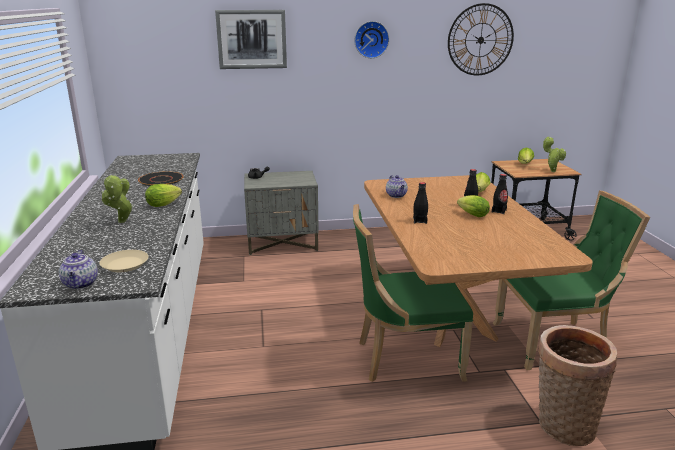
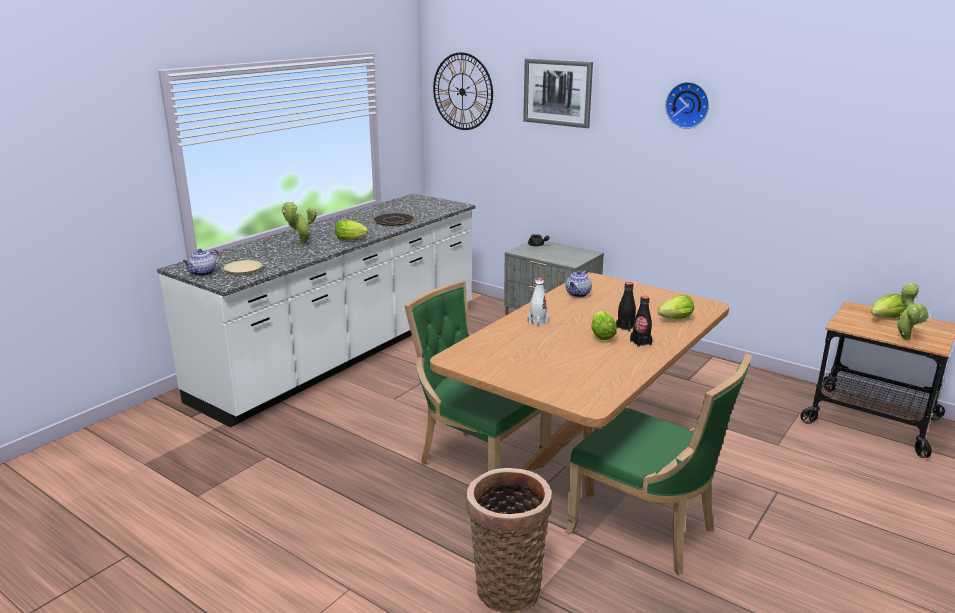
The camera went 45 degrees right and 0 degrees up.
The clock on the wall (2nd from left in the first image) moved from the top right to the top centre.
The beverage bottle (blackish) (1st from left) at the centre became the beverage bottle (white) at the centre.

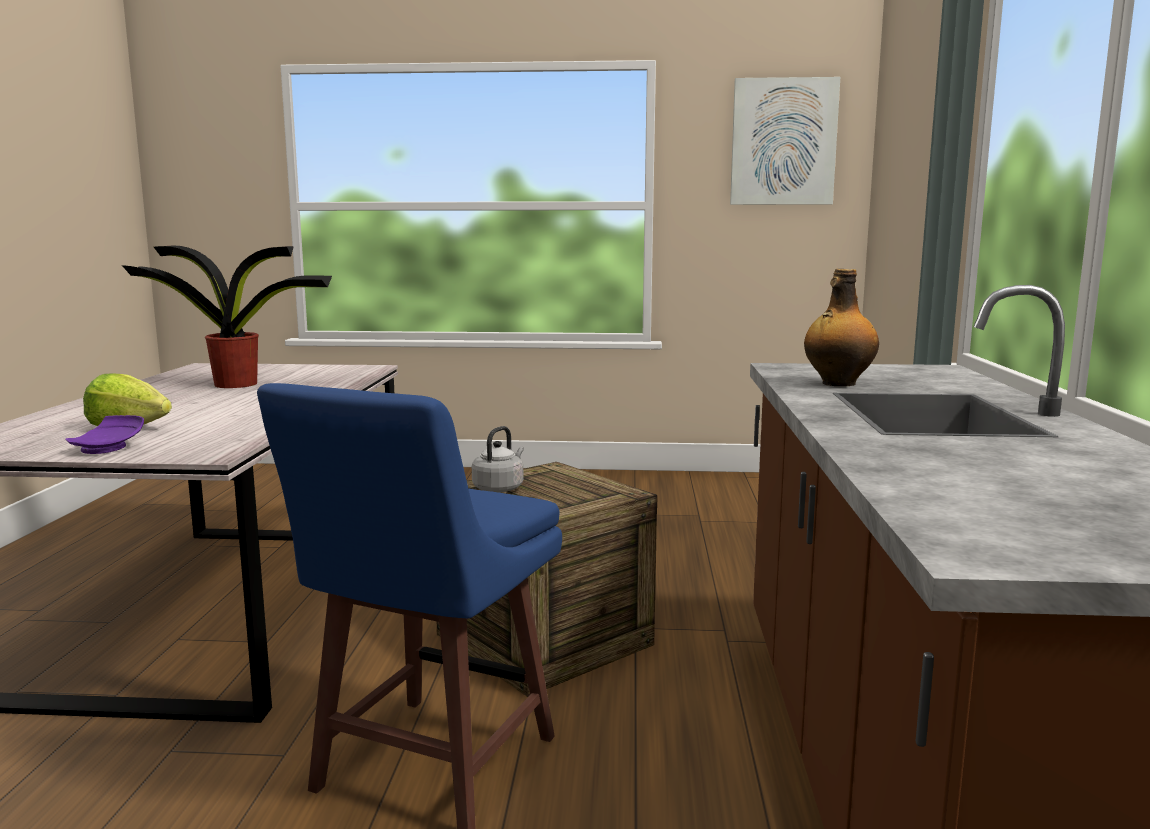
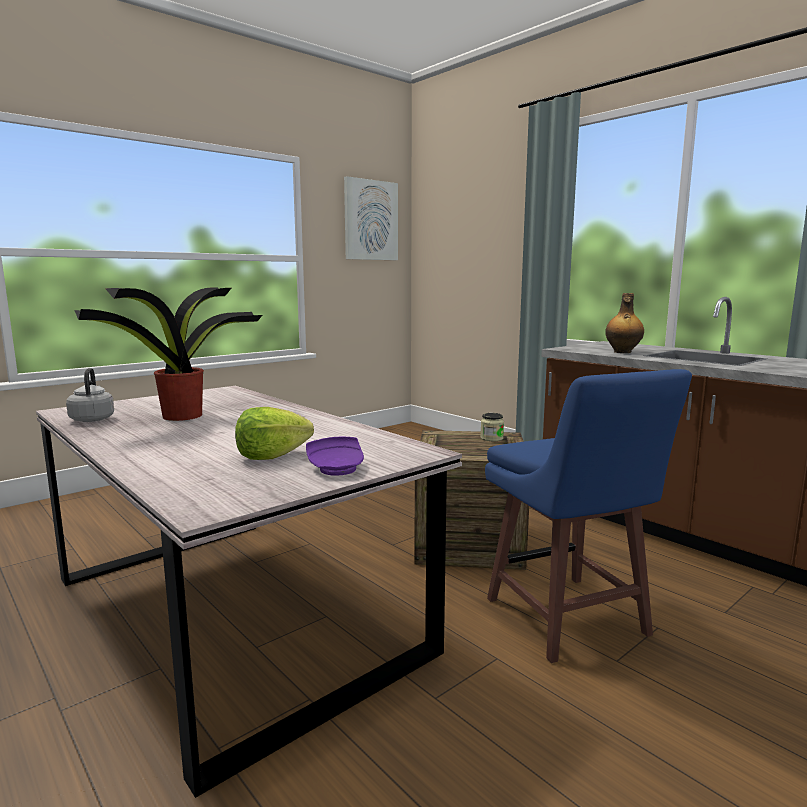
The camera went 45 degrees left and 0 degrees up.
The kettle (grey) moved from the centre to the middle left.
The storage jar at the centre appeared.

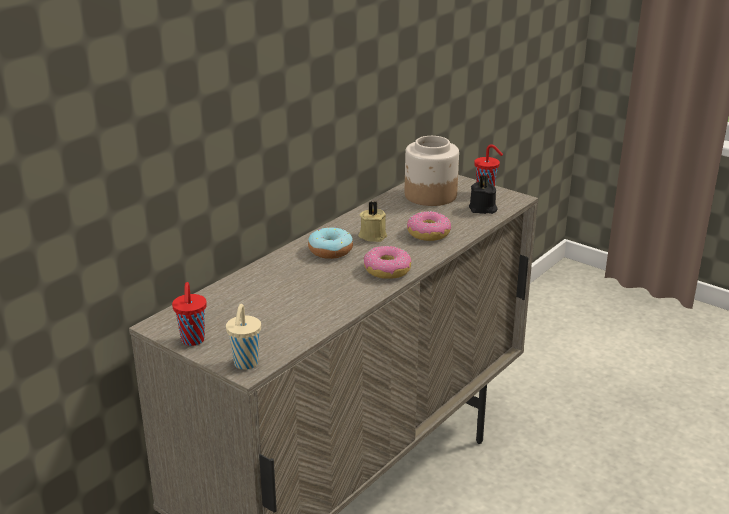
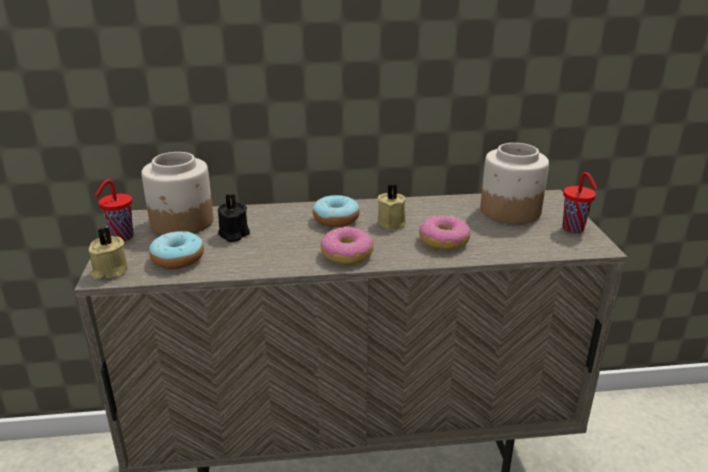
The camera went 45 degrees right and 0 degrees up.
The drinking cup (sand-coloured) at the centre was replaced by the wax candle (sand-coloured) (1st from left) at the middle left.
The storage jar (1st from left) at the middle left appeared.
The doughnut (1st from left) at the middle left appeared.
The wax candle (blackish) moved from the centre to the middle left.

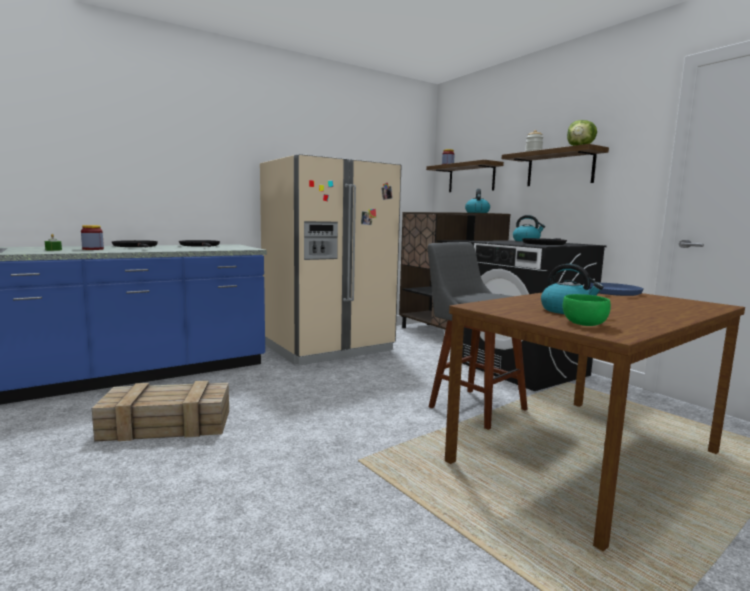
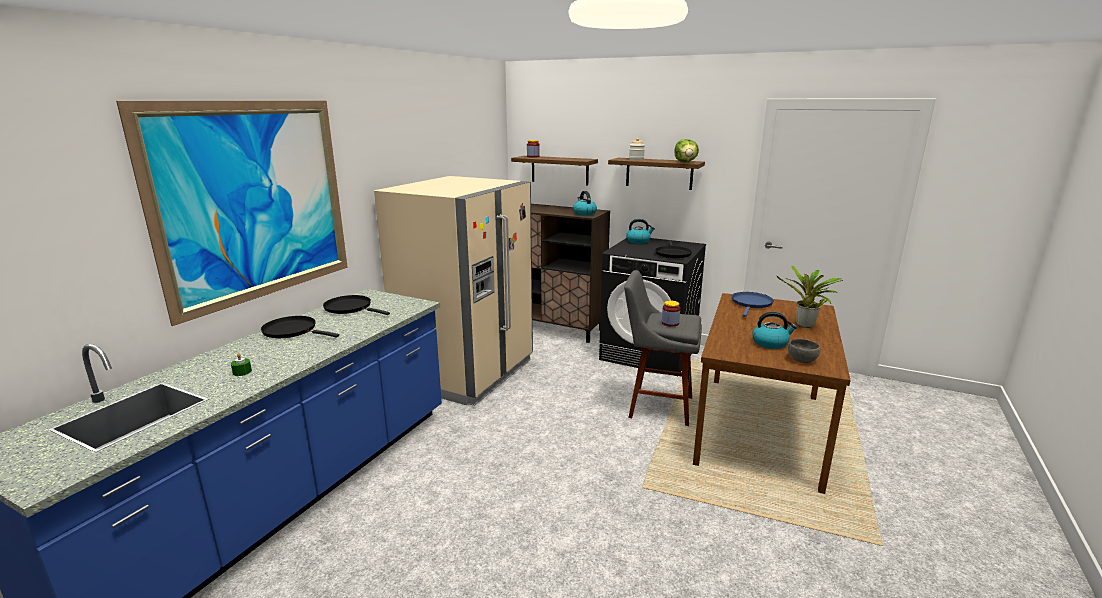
The camera went 30 degrees left and 10 degrees up.
The wall picture at the middle left appeared.
The storage jar (1st from left in the first image) moved from the middle left to the centre.
The potted plant at the middle right appeared.
The deep dish (green) at the middle right became the deep dish (grey) at the middle right.
The shipping crate at the bottom left disappeared.

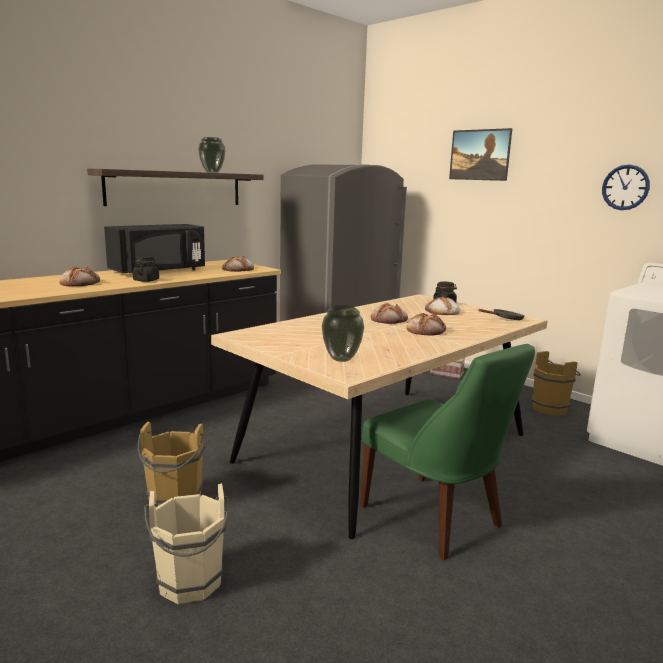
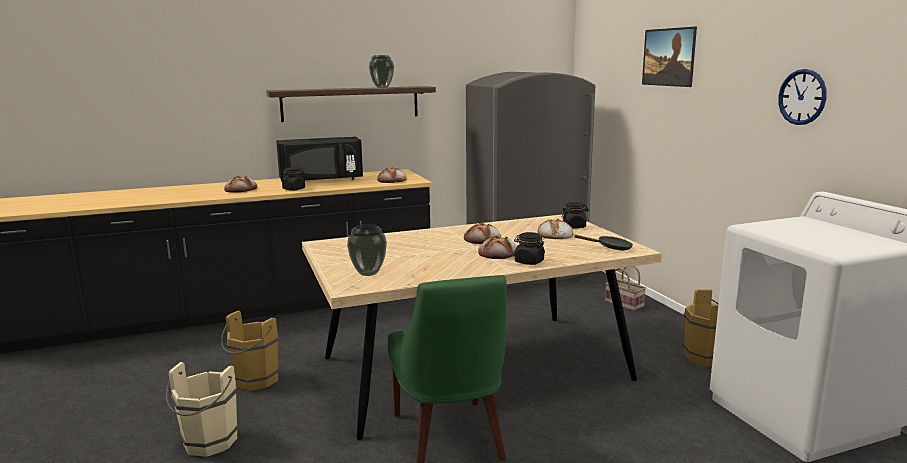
The camera went 25 degrees right and 0 degrees up.
The storage jar (blackish) (2nd from left) at the centre appeared.

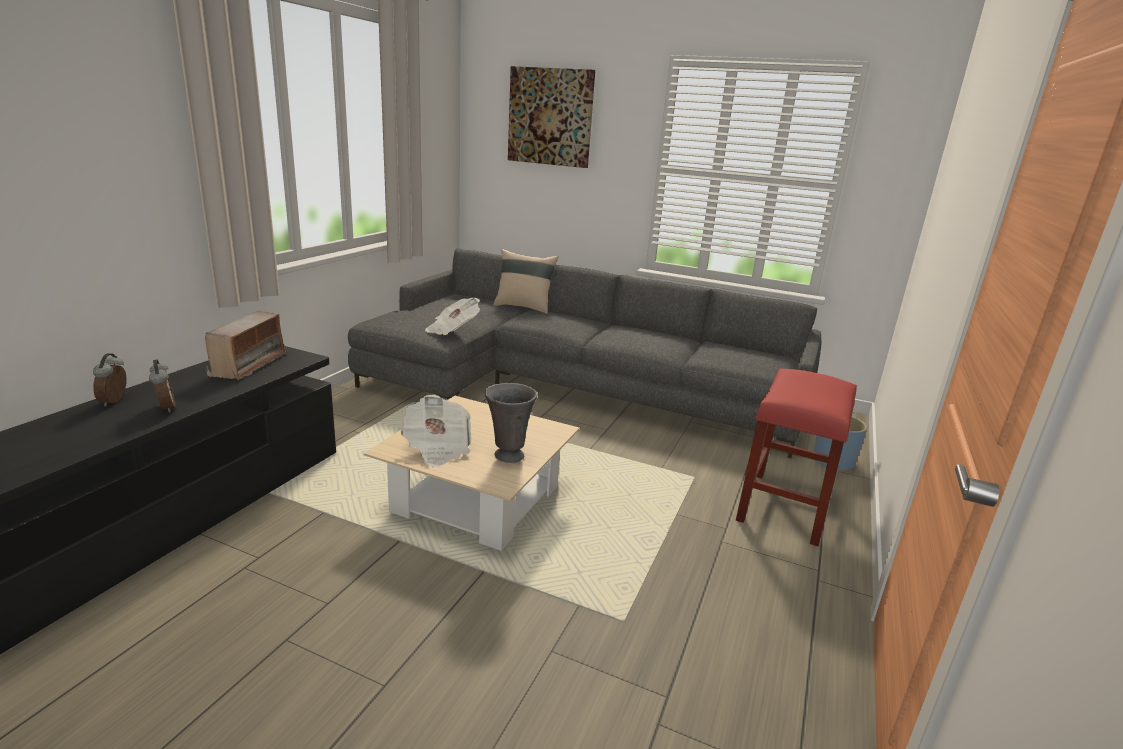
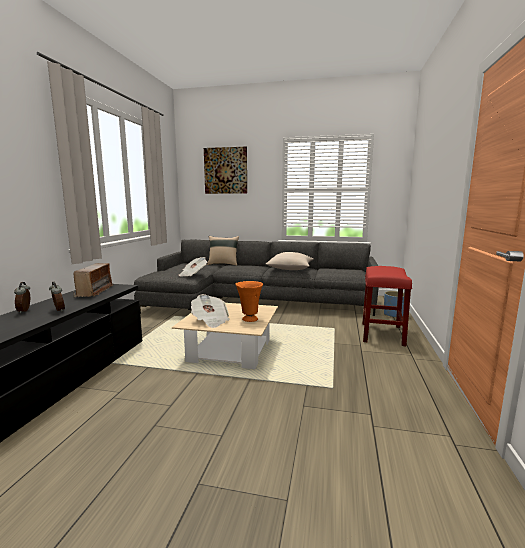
The camera went 10 degrees left and 10 degrees down.
The decorative vase (grey) at the centre became the decorative vase (orange-coloured) at the centre.
The pillow (sand-coloured) (2nd from left) at the centre appeared.

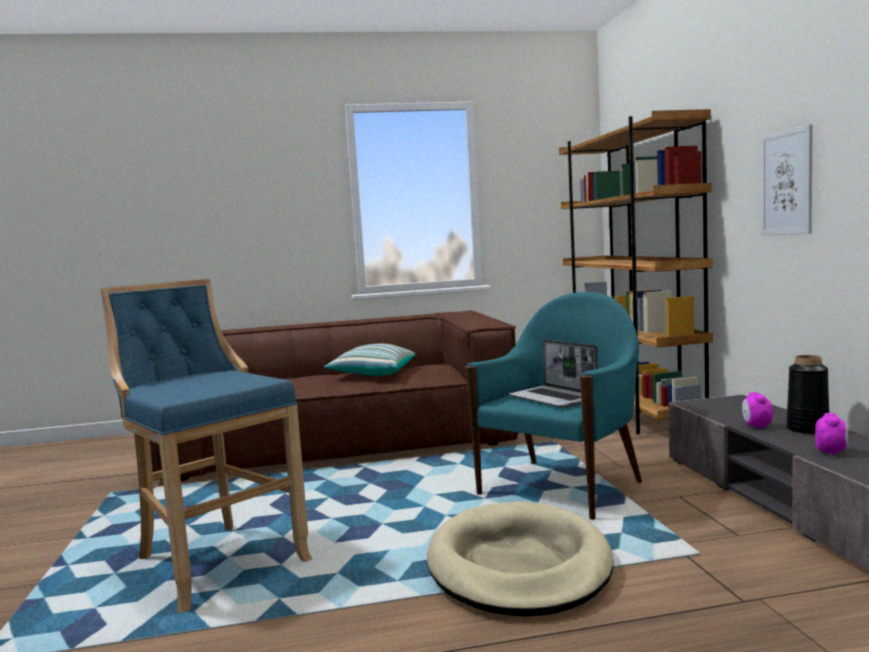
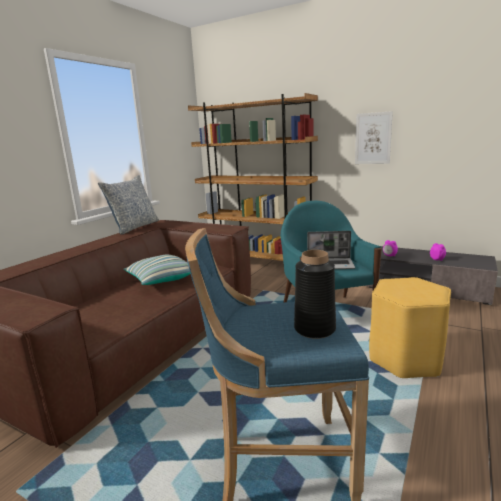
The camera went 50 degrees left and 10 degrees up.
The pillow (1st from left) at the middle left appeared.
The decorative vase (blackish) moved from the middle right to the centre.
The dog cushion (sand-coloured) at the bottom centre was replaced by the stool seat (yellow-coloured) at the middle right.

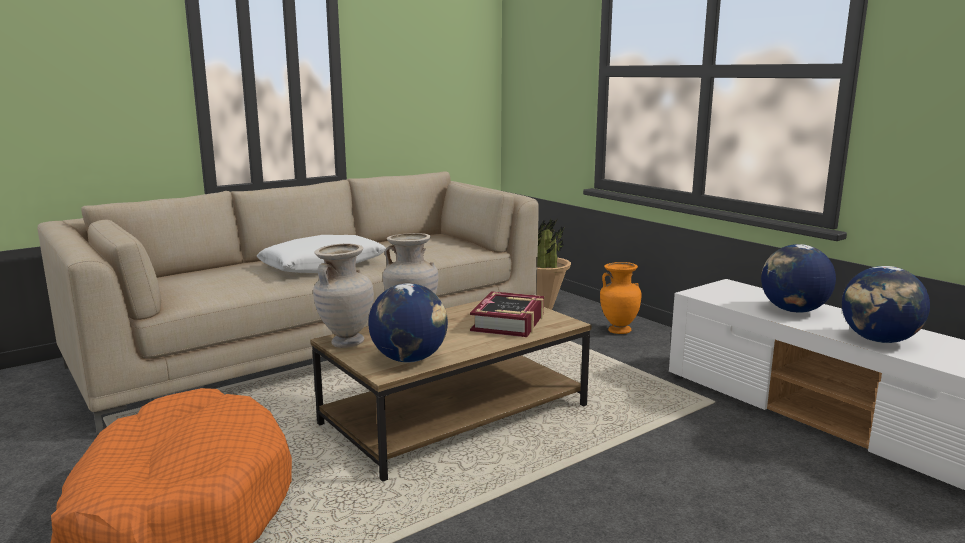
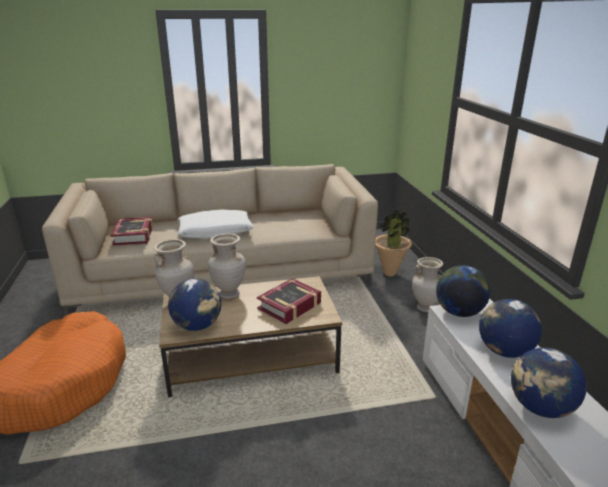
The camera went 25 degrees right and 10 degrees up.
The bound book (1st from left) at the middle left appeared.
The decorative vase (orange-coloured) at the centre became the decorative vase (sand-coloured) (3rd from left) at the middle right.
The desk globe (2nd from left) at the middle right appeared.

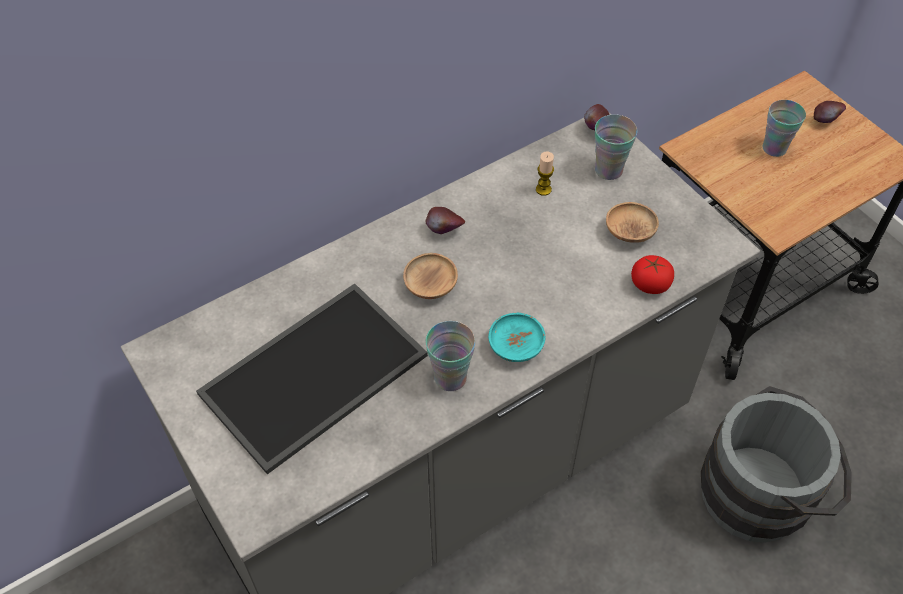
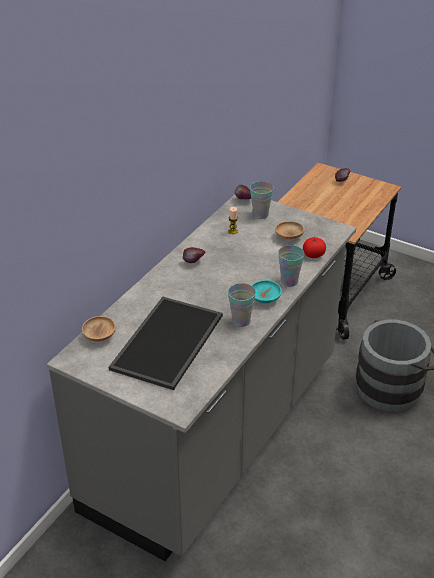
The camera went 25 degrees left and 15 degrees down.
The deep dish (brownish) (1st from left) moved from the centre to the middle left.
The drinking cup (3rd from left) moved from the top right to the middle right.

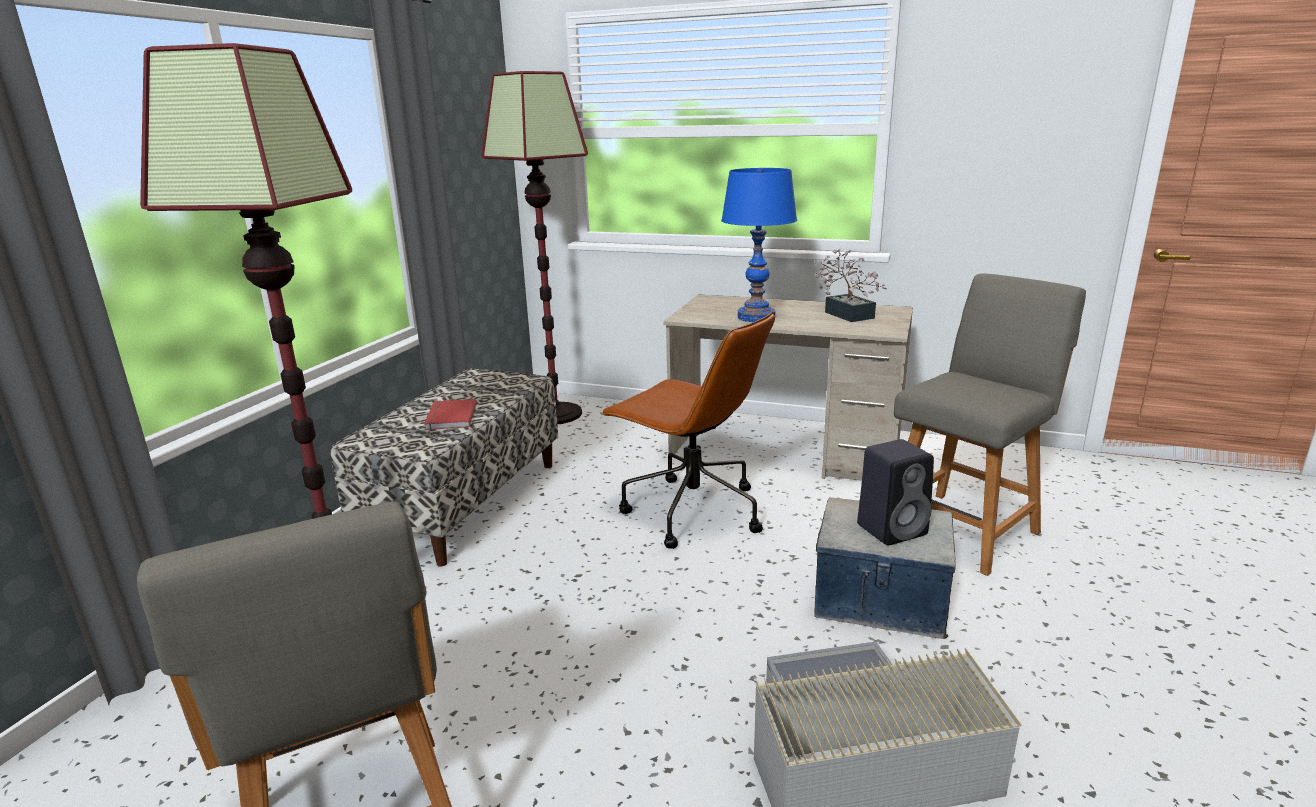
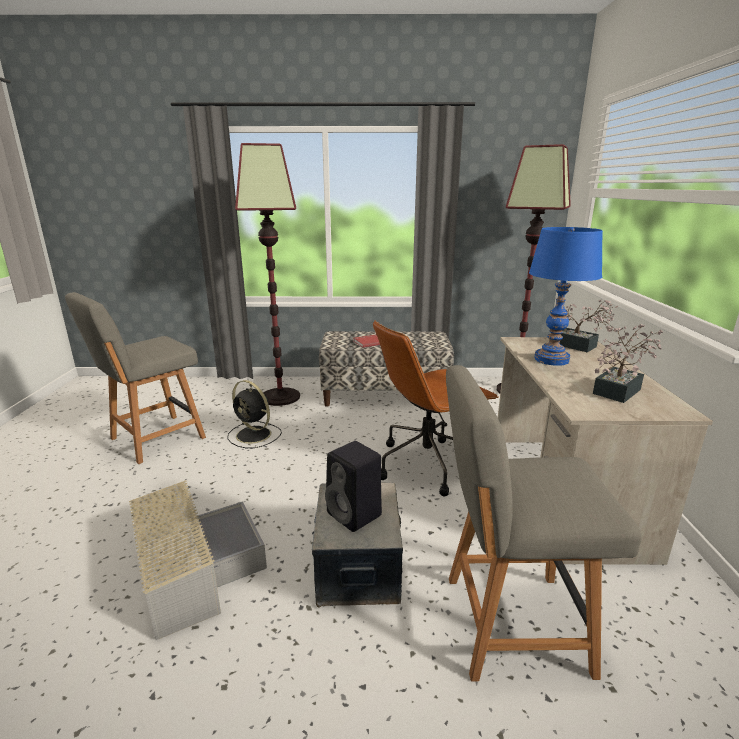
The camera went 70 degrees right and 0 degrees up.
The cooling fan (blackish) at the centre appeared.
The desk chair (brownish) at the centre turned 45 degrees clockwise.
The chair (grey) (2nd from left) at the middle right turned 150 degrees clockwise.
The potted plant (1st from left) at the middle right appeared.

